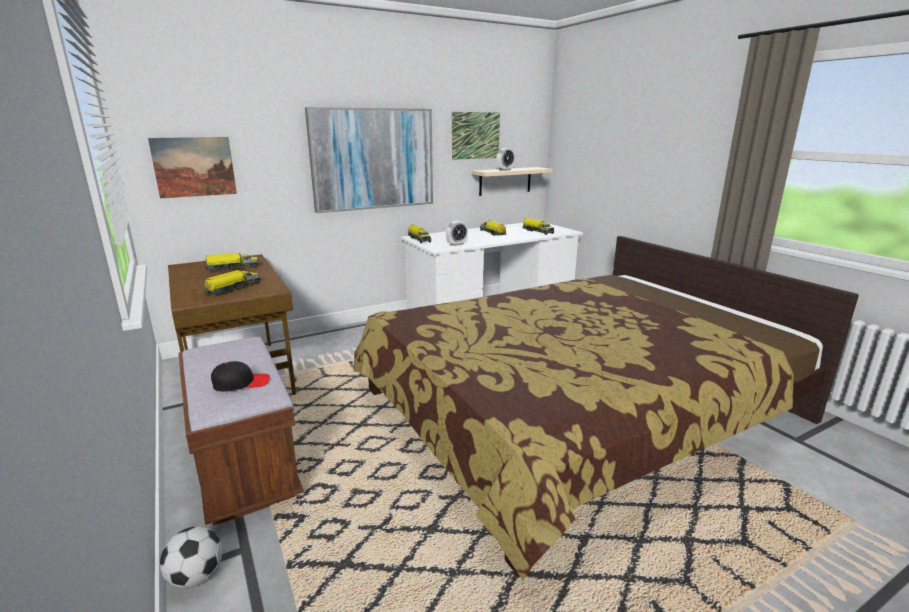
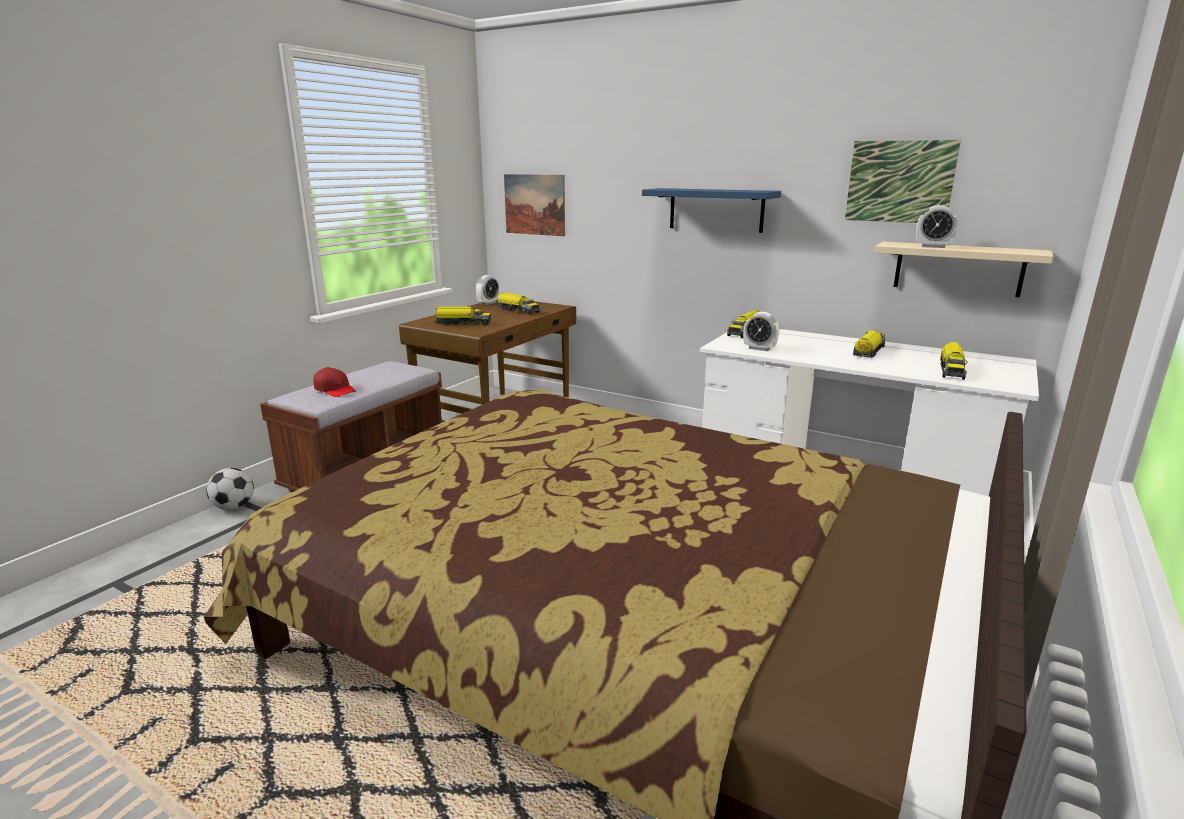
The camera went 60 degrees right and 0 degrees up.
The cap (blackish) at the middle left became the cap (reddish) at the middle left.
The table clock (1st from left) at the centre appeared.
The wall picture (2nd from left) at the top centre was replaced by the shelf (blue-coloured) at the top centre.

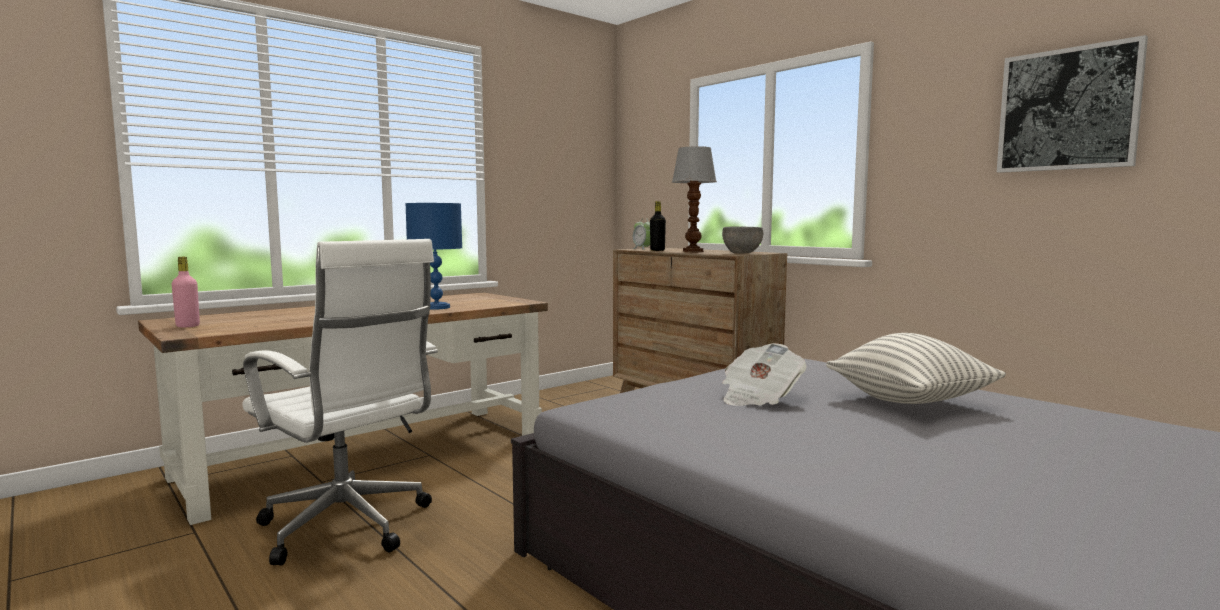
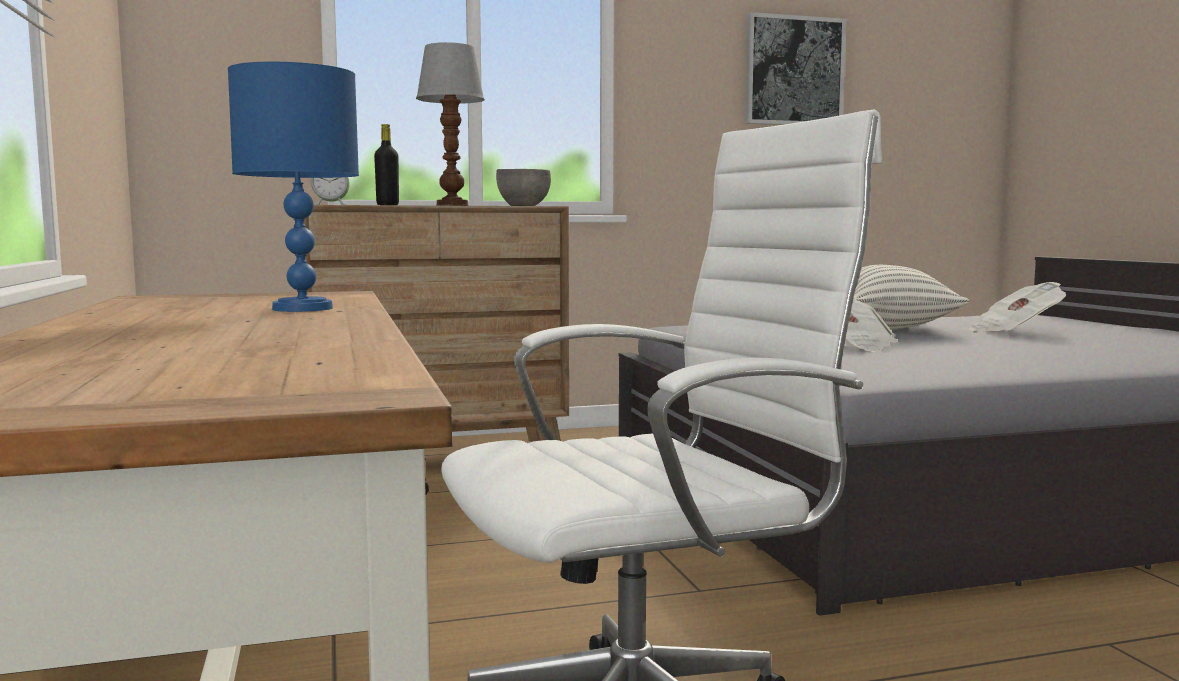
The camera went 65 degrees left and 0 degrees up.
The newspaper (2nd from left) at the middle right appeared.
The beverage bottle (pink-coloured) at the middle left disappeared.

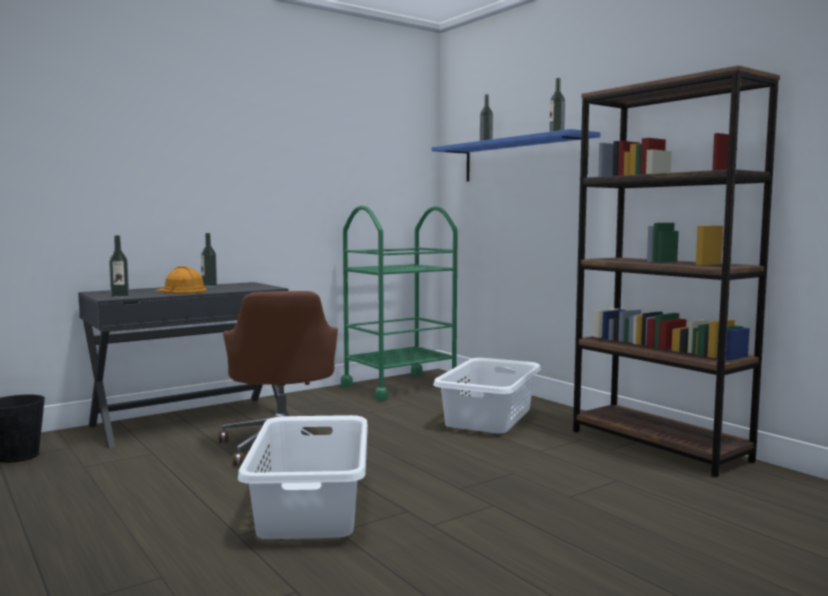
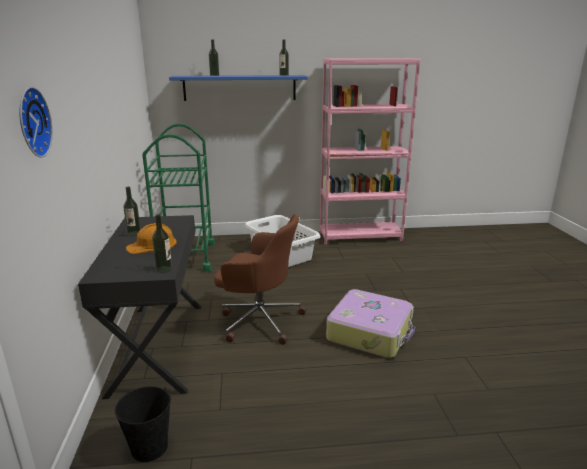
The camera went 60 degrees left and 15 degrees up.
The clock on the wall at the top left appeared.
The bookshelf (brownish) at the middle right became the bookshelf (pink-coloured) at the top centre.
The washing basket (white) (1st from left) at the bottom centre was replaced by the piece of luggage at the bottom centre.

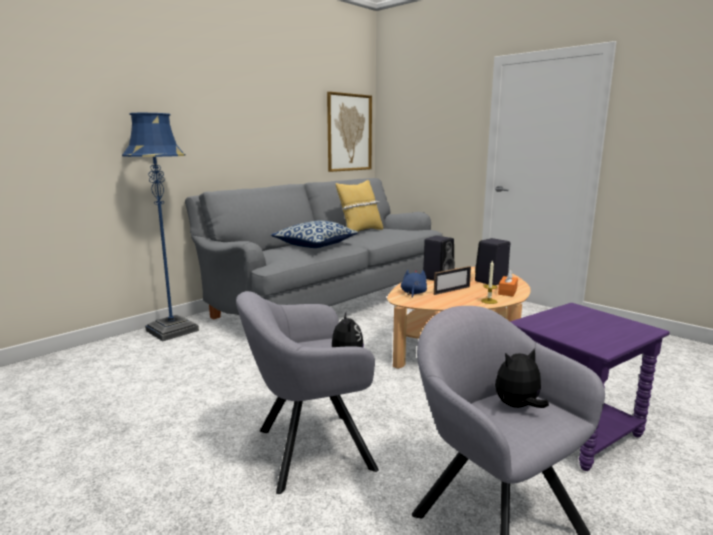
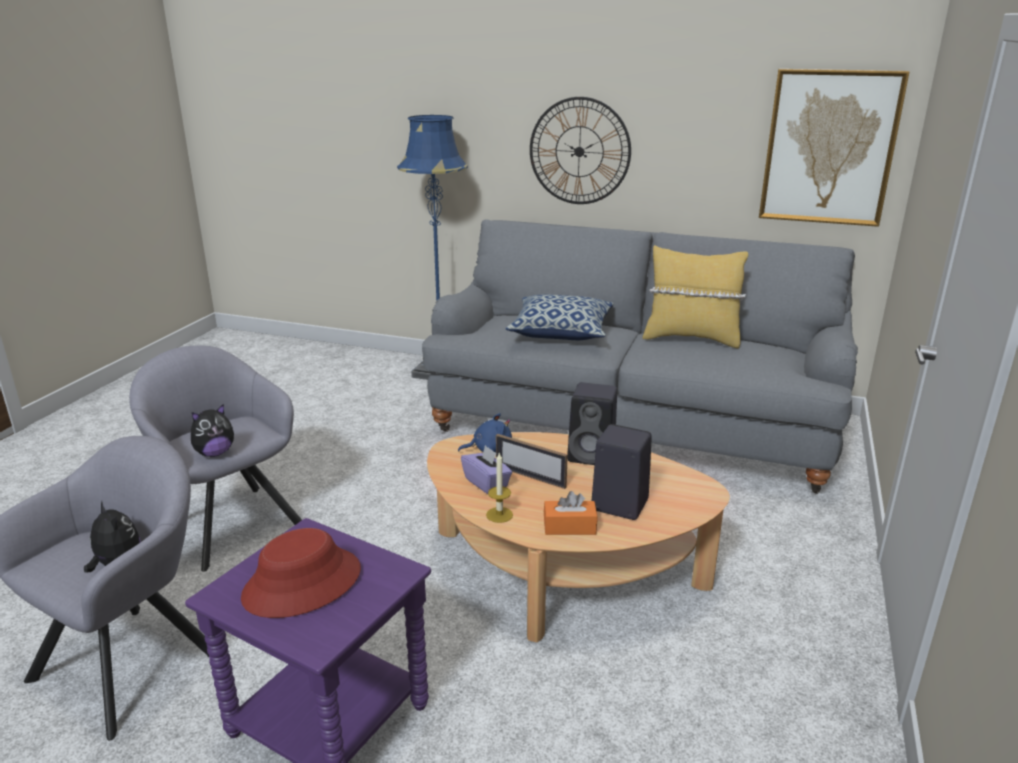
The camera went 65 degrees right and 10 degrees up.
The clothing hat (reddish) at the bottom left appeared.
The box of tissues (purple) at the centre appeared.
The clock on the wall at the top centre appeared.

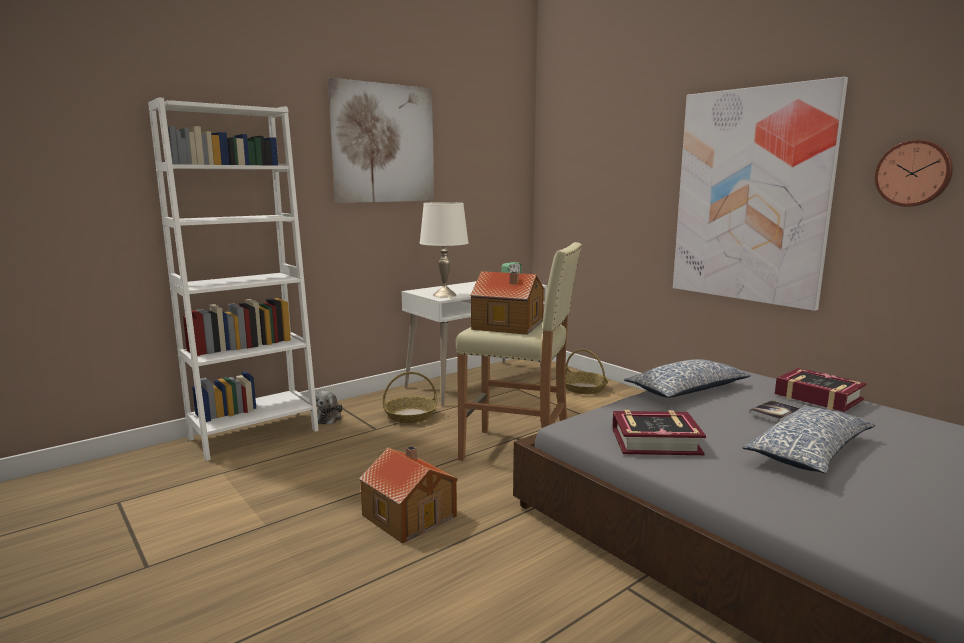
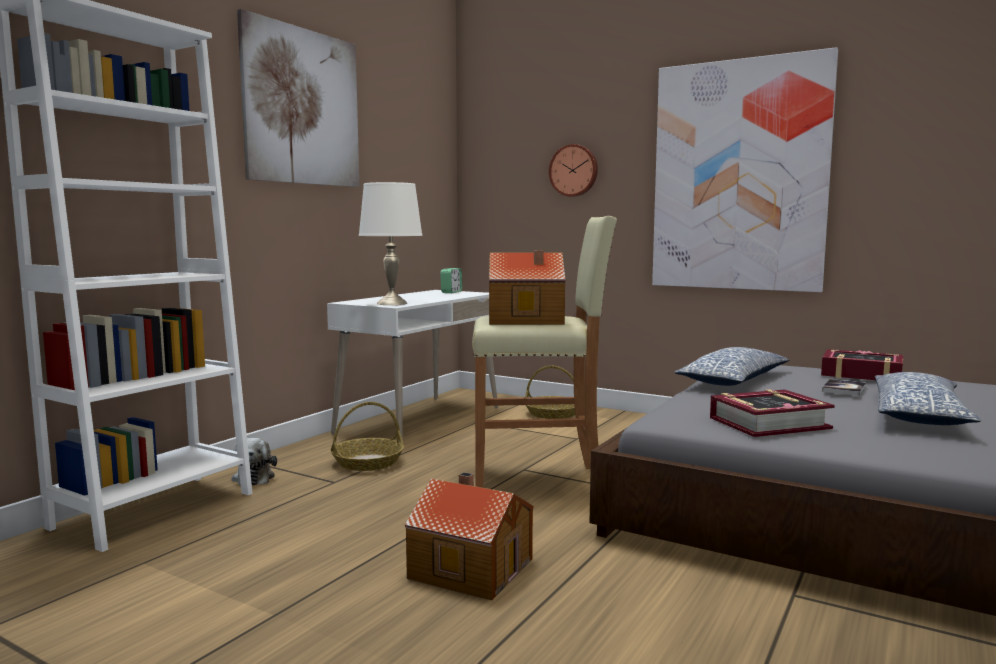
The camera went 20 degrees left and 5 degrees down.
The clock on the wall moved from the top right to the top centre.

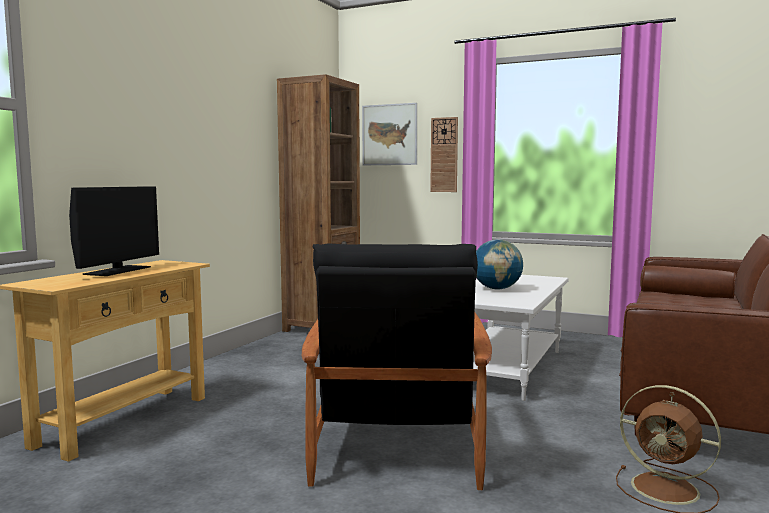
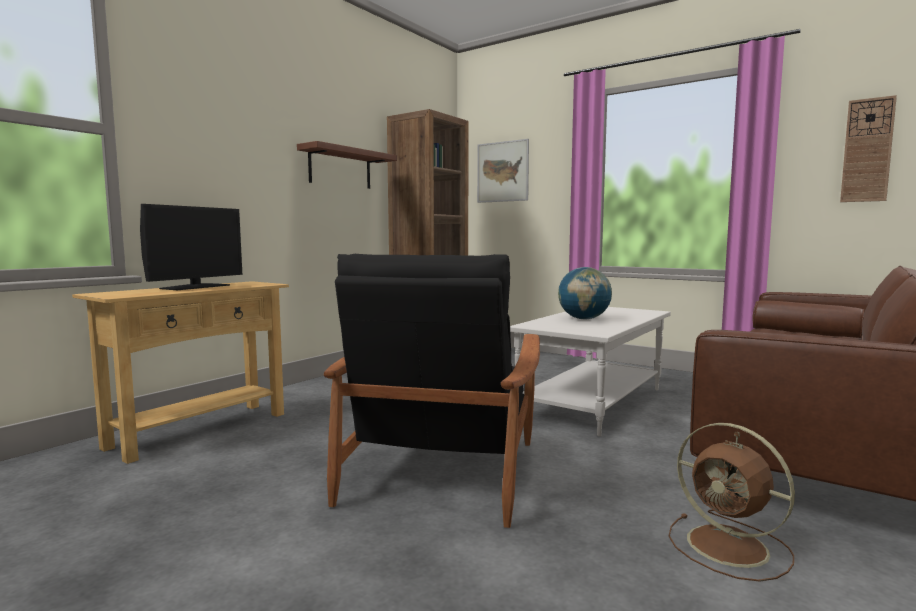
The camera went 10 degrees right and 0 degrees up.
The shelf (brownish) at the top centre appeared.
The clock on the wall moved from the top centre to the top right.

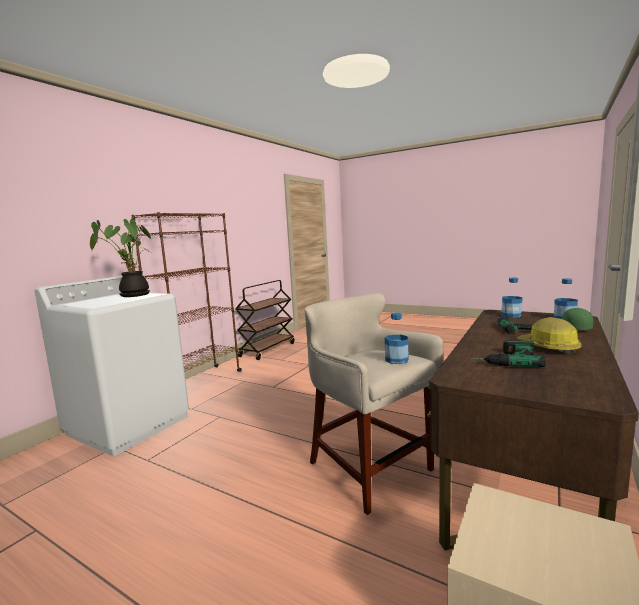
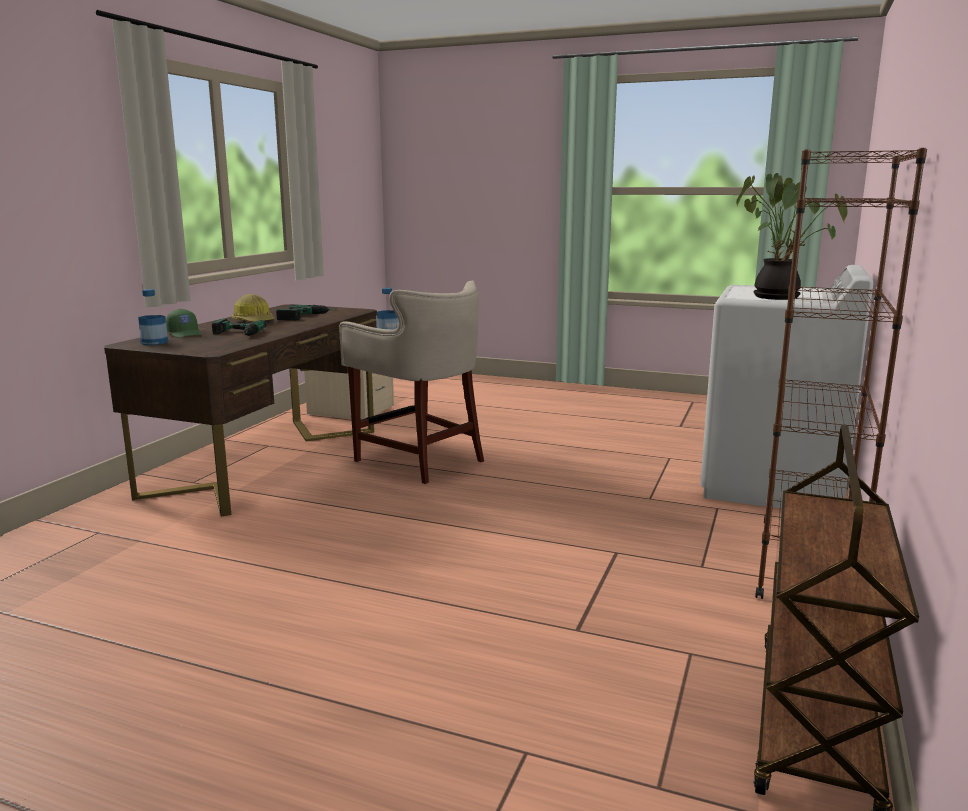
The camera went 170 degrees right and 5 degrees up.
The beverage bottle (2nd from left) at the middle right disappeared.

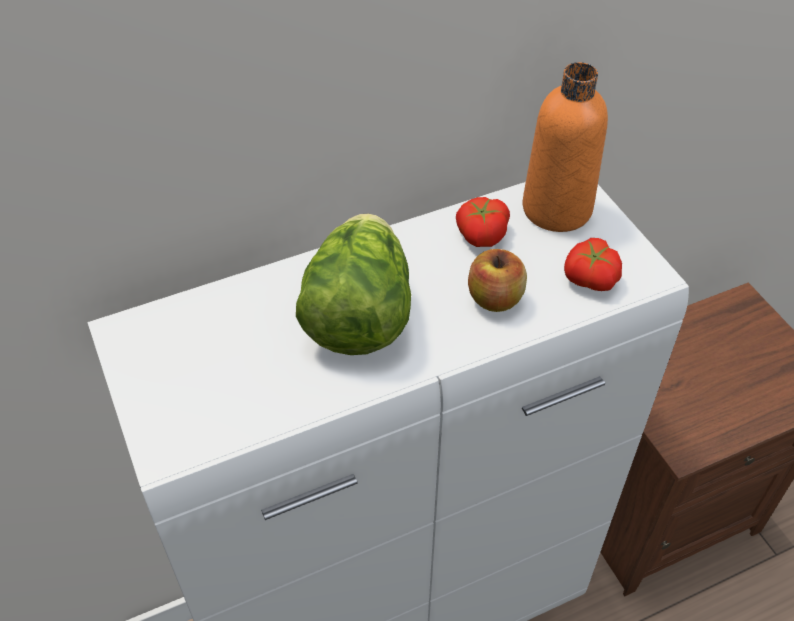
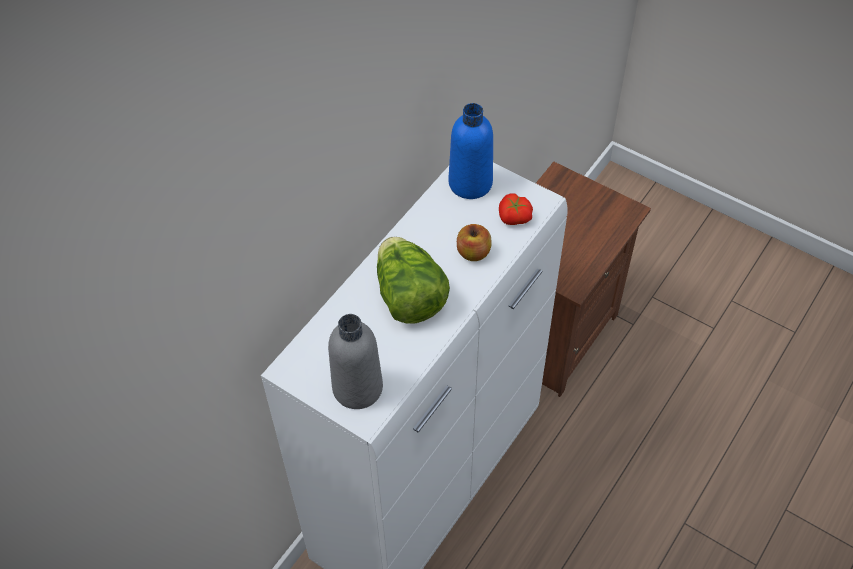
The camera went 30 degrees left and 5 degrees up.
The beverage bottle (grey) at the centre appeared.
The beverage bottle (orange-coloured) at the top right became the beverage bottle (blue-coloured) at the top centre.
The tomato (1st from left) at the centre disappeared.

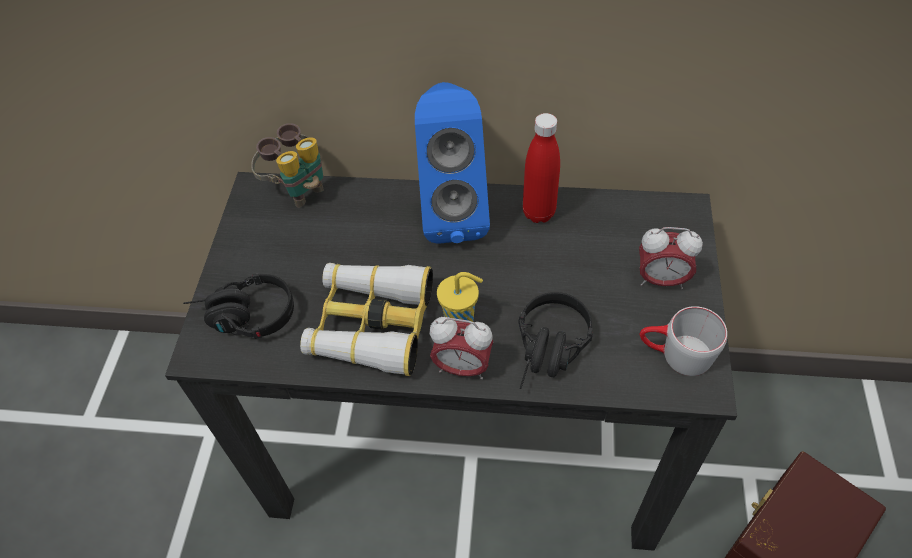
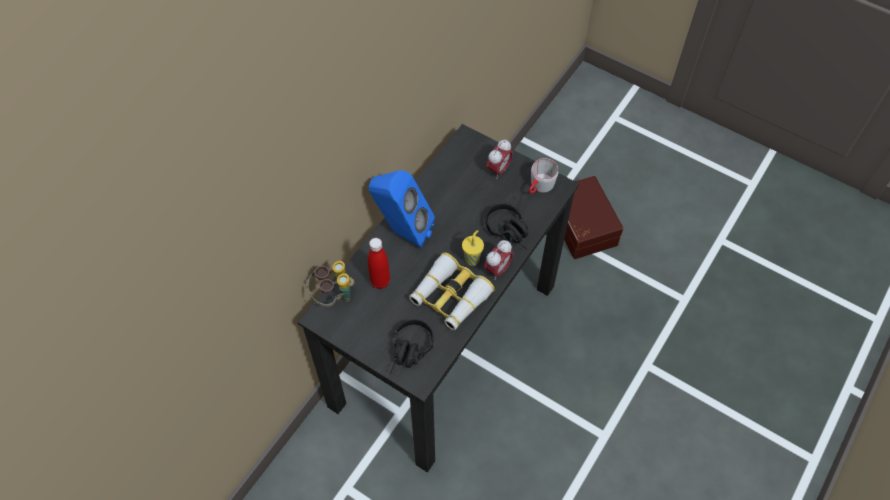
The camera went 65 degrees left and 5 degrees up.
The beverage bottle (reddish) moved from the top centre to the centre.

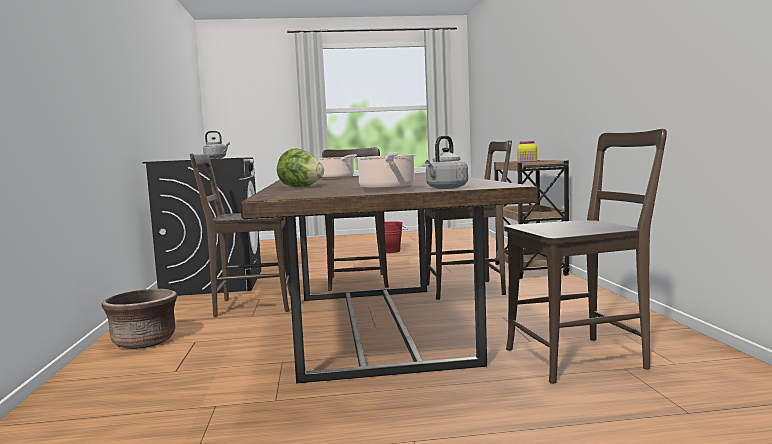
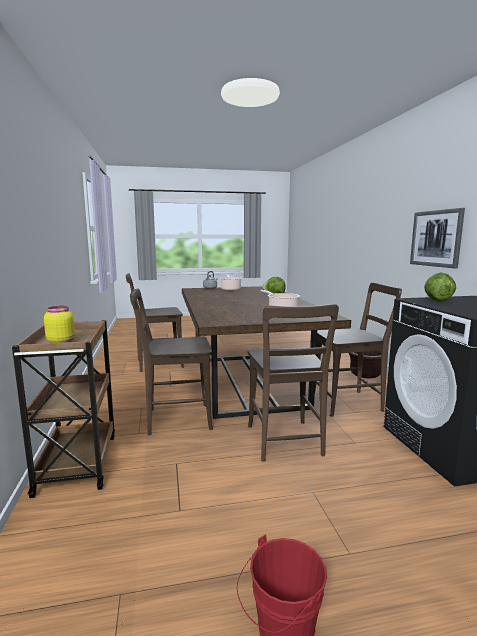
The camera went 175 degrees right and 5 degrees up.
The wall picture at the middle right appeared.
The kettle (grey) (1st from left) at the top left was replaced by the lettuce (2nd from left) at the middle right.

